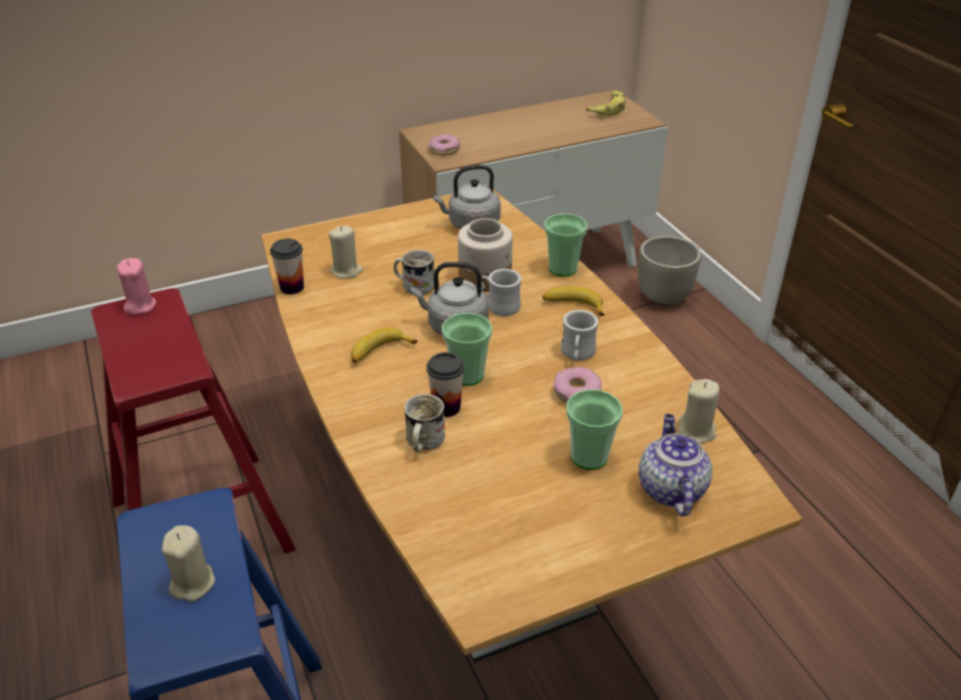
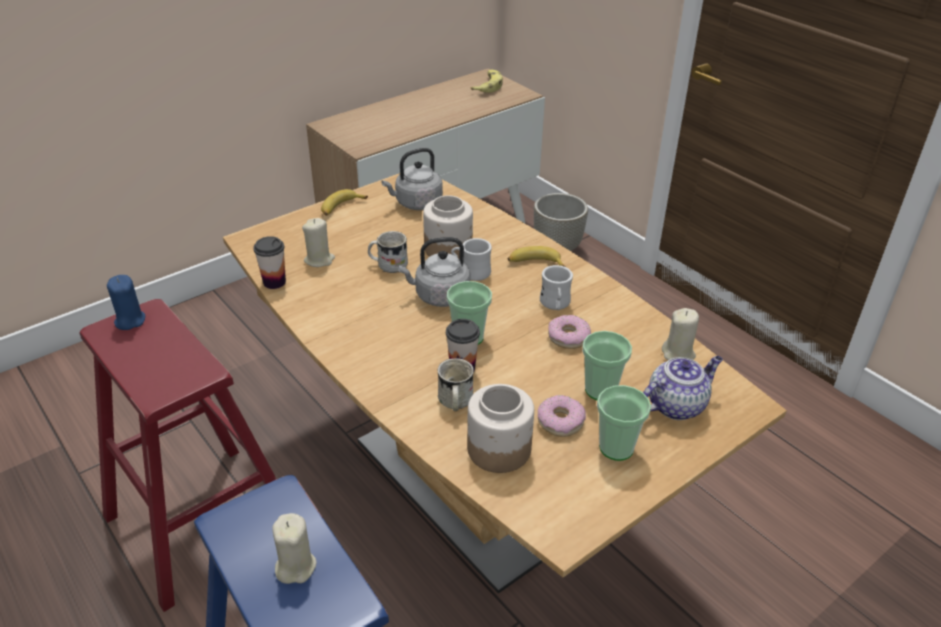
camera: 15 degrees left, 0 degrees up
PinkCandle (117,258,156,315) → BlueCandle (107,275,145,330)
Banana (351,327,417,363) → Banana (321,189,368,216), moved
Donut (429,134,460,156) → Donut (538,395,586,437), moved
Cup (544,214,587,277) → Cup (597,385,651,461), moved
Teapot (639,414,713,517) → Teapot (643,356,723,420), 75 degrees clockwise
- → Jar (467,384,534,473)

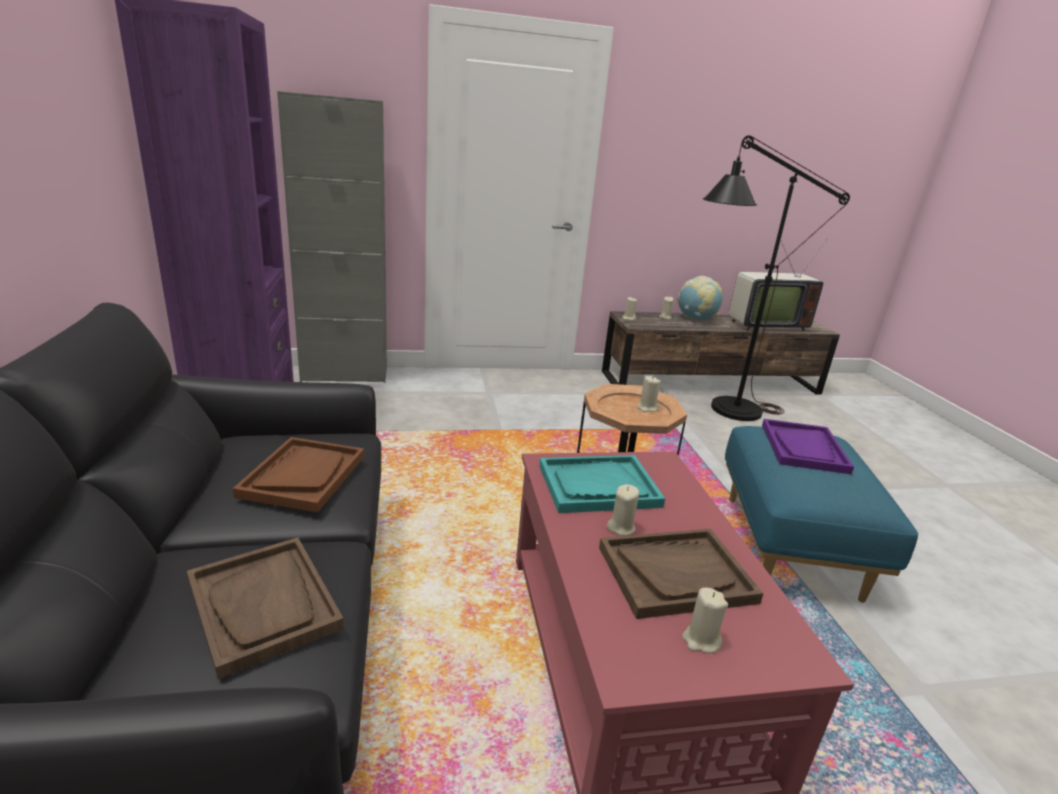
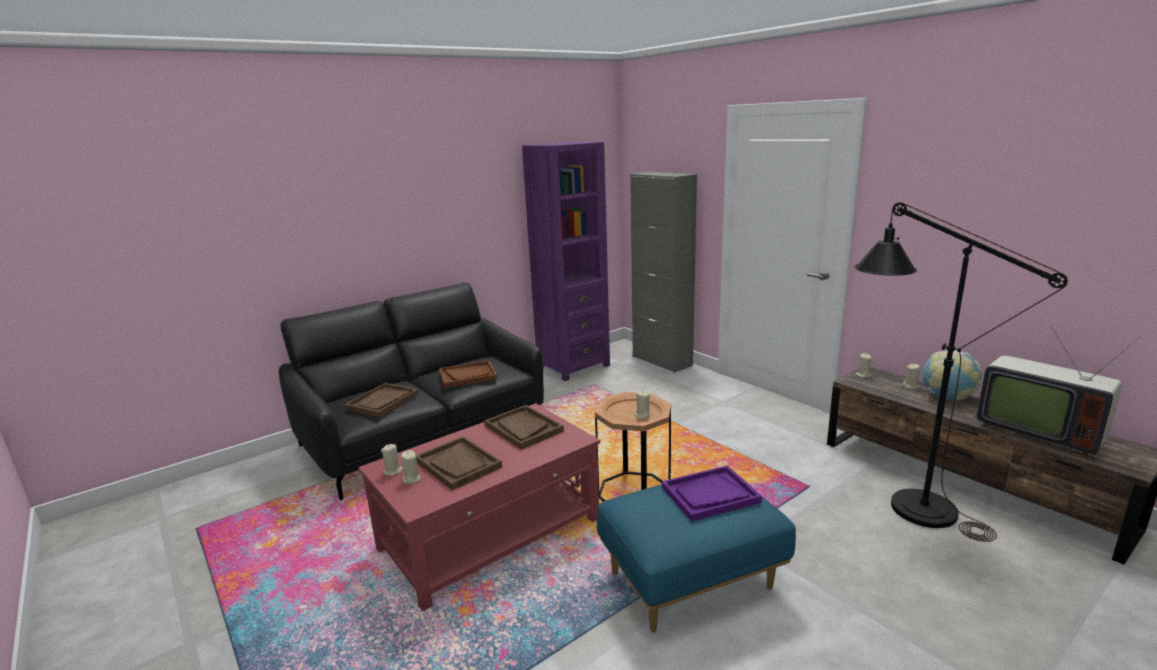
camera: 65 degrees right, 5 degrees down
TurquoiseTray (539,455,665,513) → BrownTray (484,405,564,449)
BeigeCandle (607,484,639,536) → BeigeCandle (381,444,403,476), moved

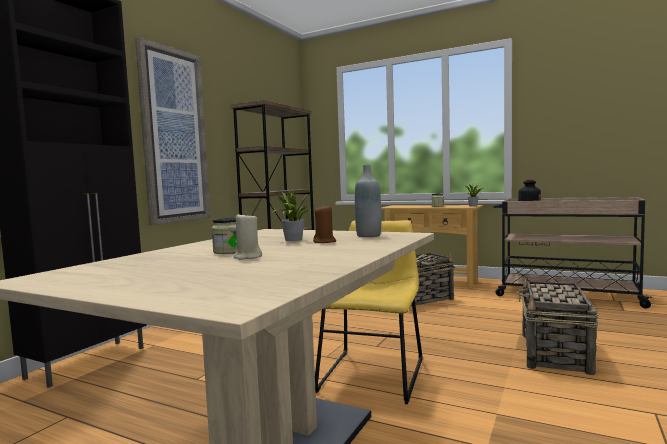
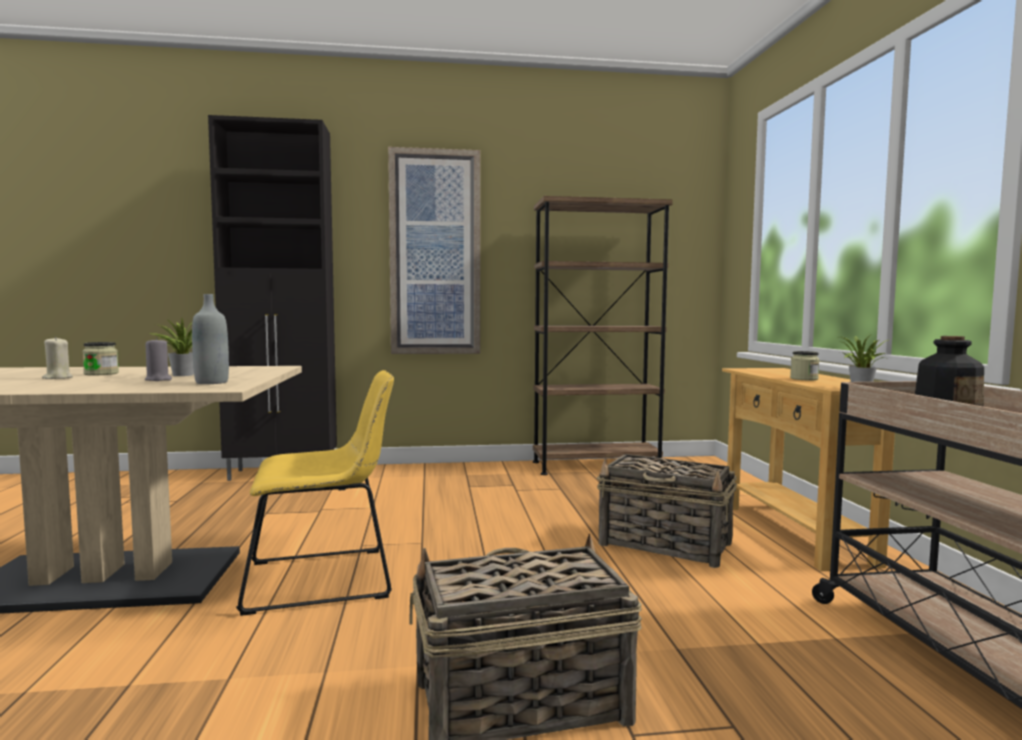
camera: 55 degrees right, 0 degrees up
BrownCandle (313,204,336,243) → GreyCandle (145,337,172,381)

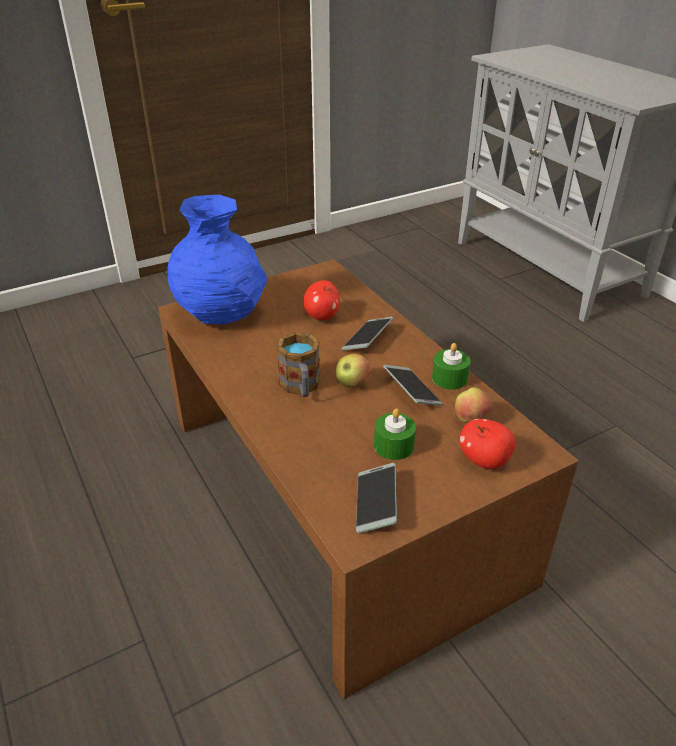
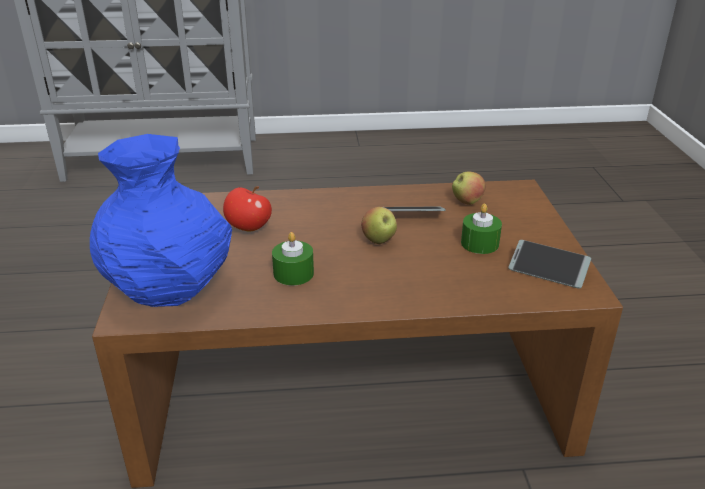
camera: 65 degrees left, 5 degrees down
Mug (277,332,320,397) → -
Phone (342,317,393,350) → -
GreenCandle (432,343,471,390) → GreenCandle (272,232,314,286), moved
Apple (460,419,515,469) → -

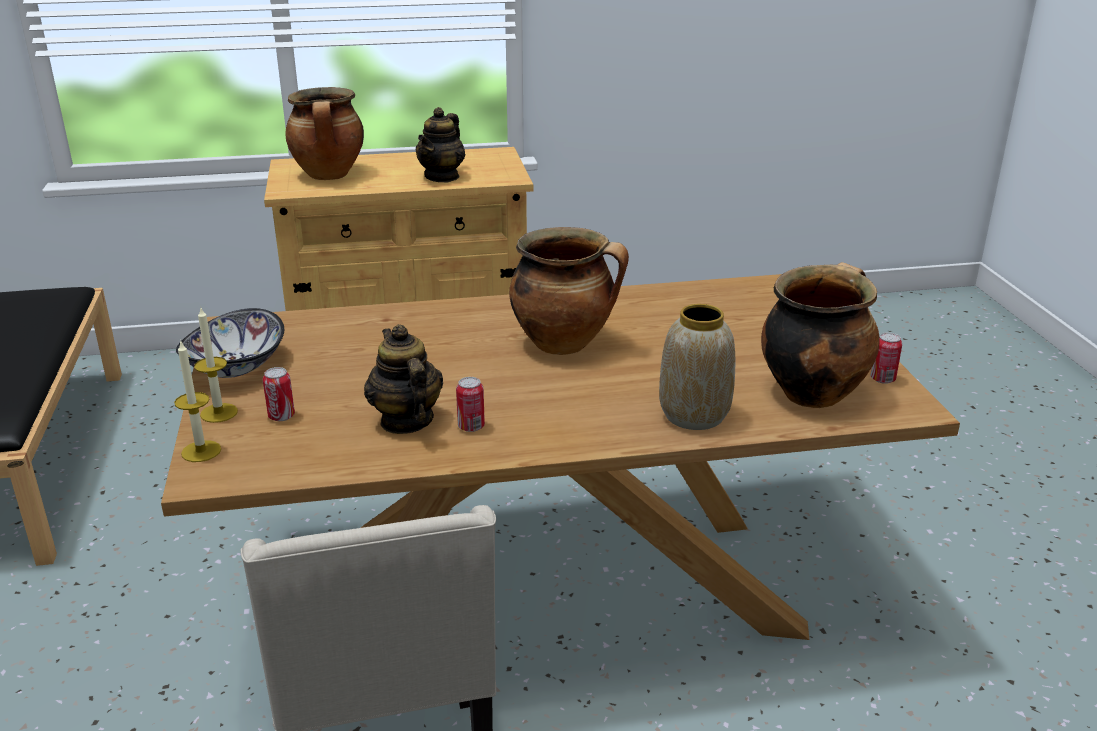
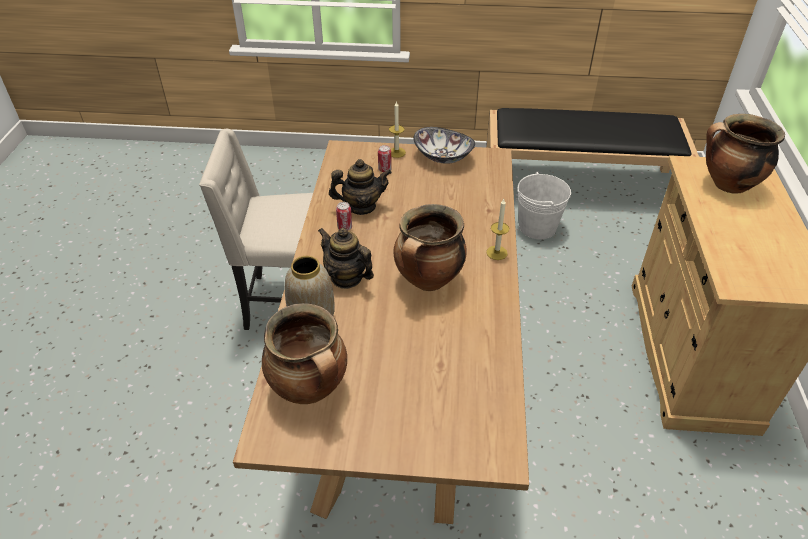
camera: 105 degrees right, 15 degrees up
Candle (174,340,221,462) → Candle (486,199,509,260), moved
Teapot (416,107,465,182) → Teapot (318,228,374,289), moved
Can (871,332,902,384) → -
- → WhiteBucket (517,171,571,239)

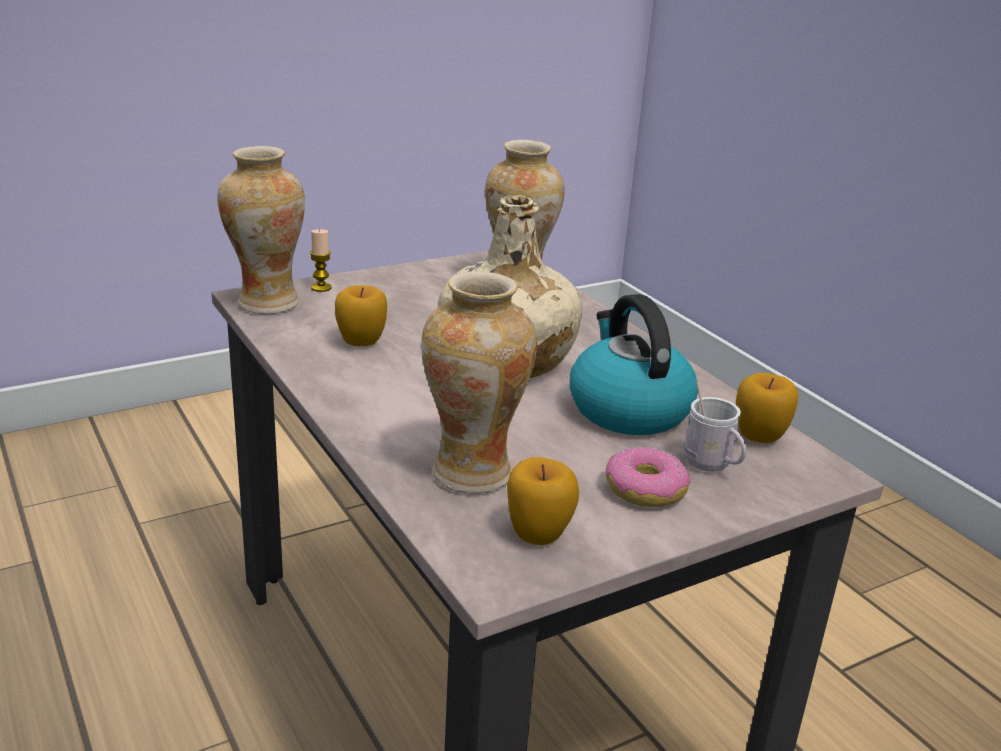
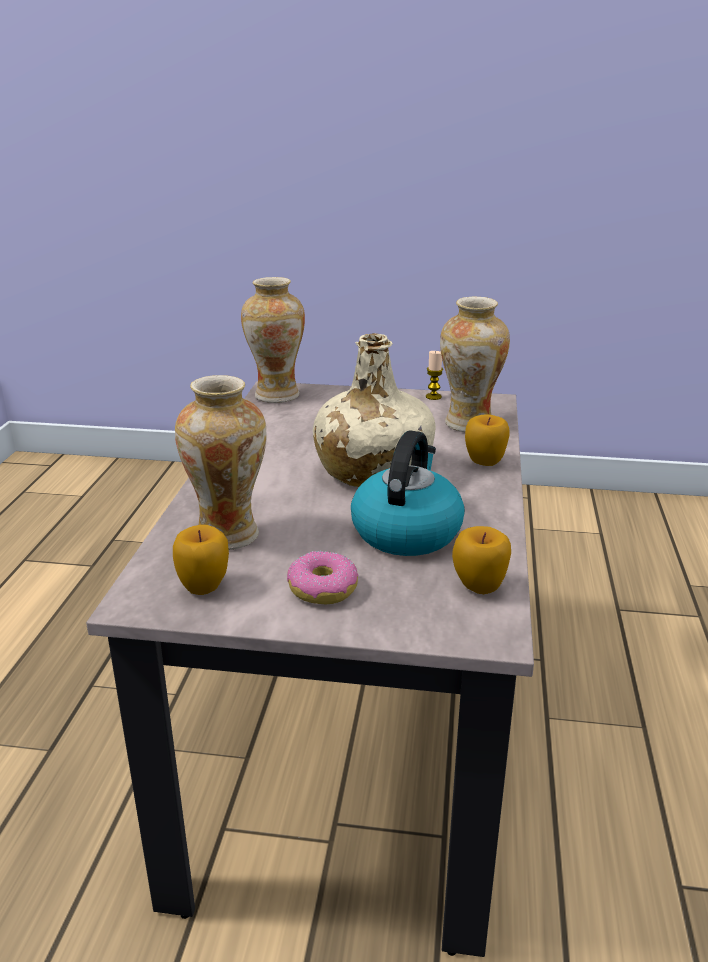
camera: 40 degrees right, 0 degrees up
Candle (310,229,332,292) → Candle (426,351,443,400), moved
Apple (335,285,387,346) → Apple (465,414,509,466), moved
WhiteMug (684,382,746,471) → -

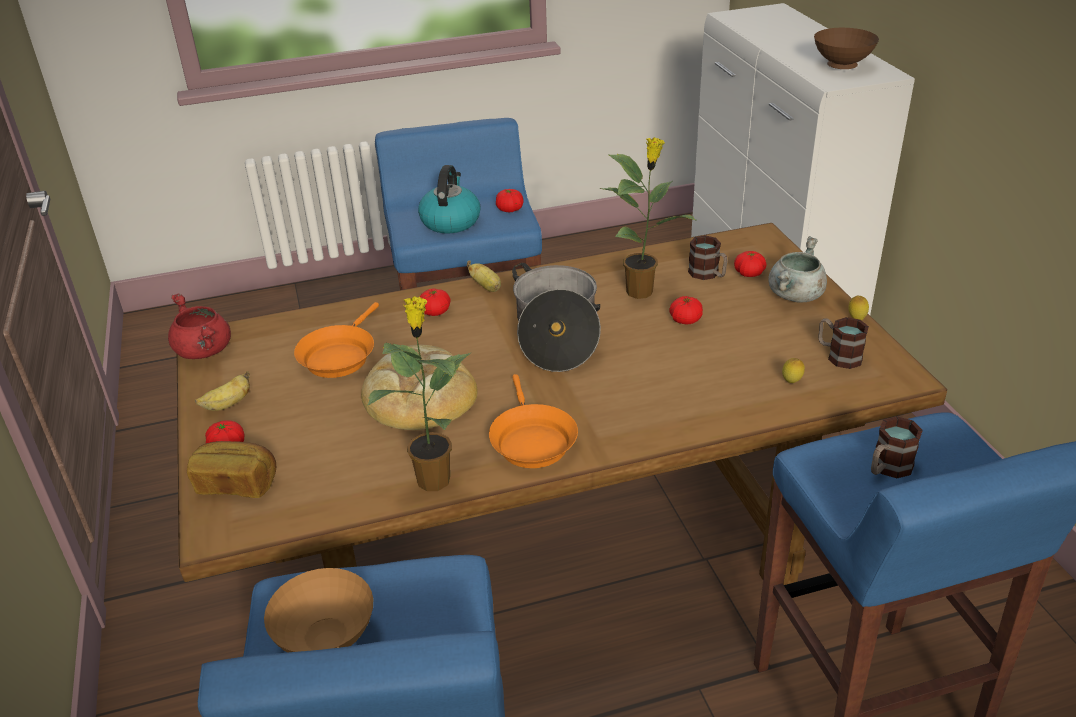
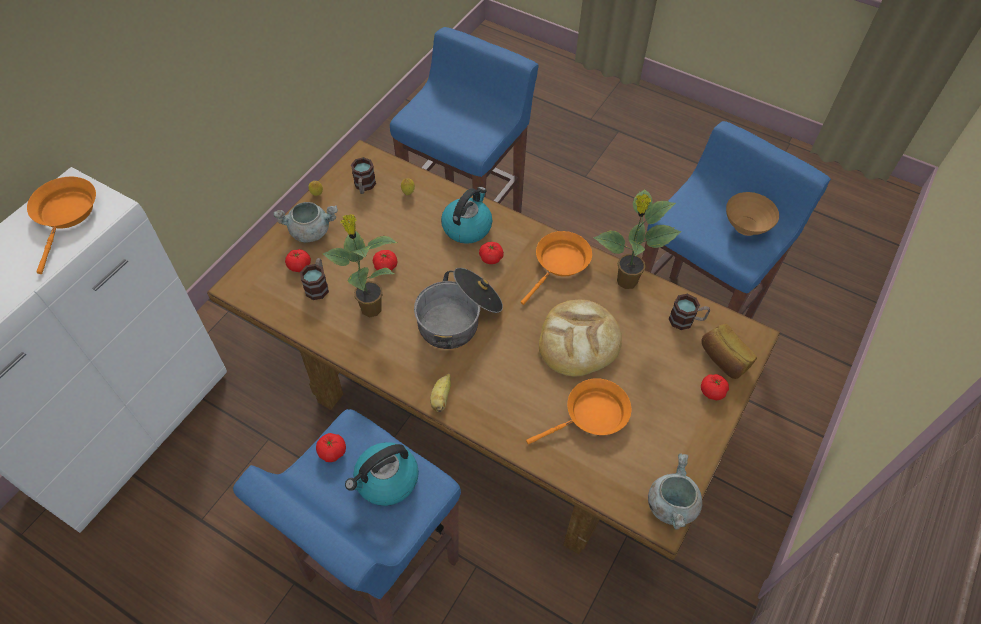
camera: 135 degrees left, 20 degrees up
RedCookingPot (168,293,231,359) → GreyCookingPot (648,453,702,530)
Banana (195,371,250,411) → -
Tomato (420,289,451,316) → Tomato (479,242,504,264), moved
BrownBowl (814,28,879,69) → OrangeFryingPan (27,177,96,274)
Mug (871,416,923,478) → Mug (668,294,710,330), moved
- → Kettle (441,187,493,244)

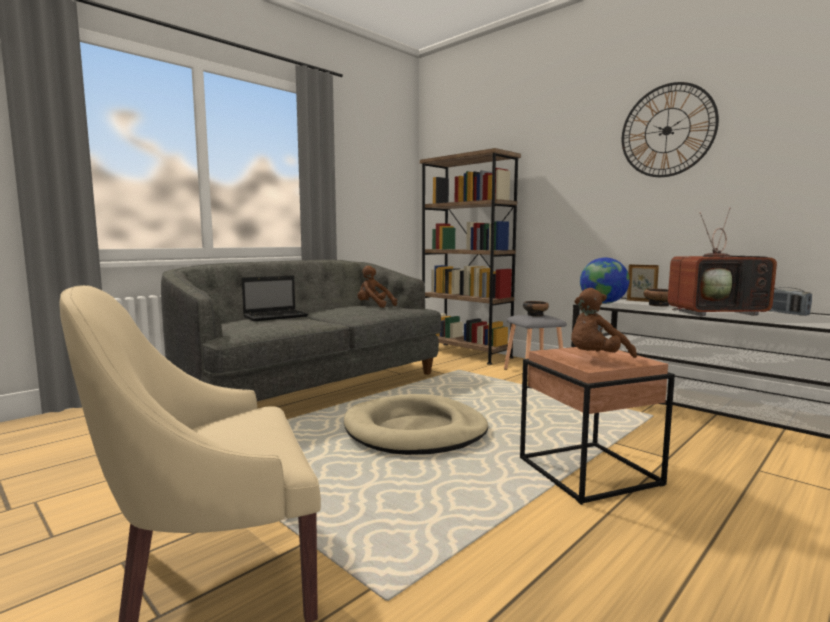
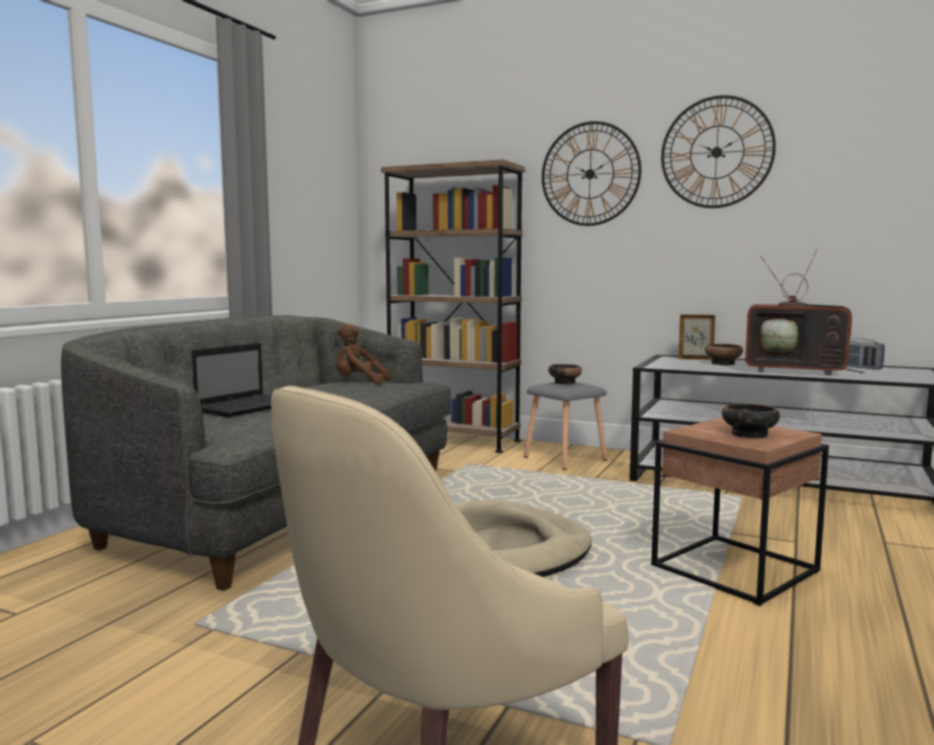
camera: 20 degrees left, 0 degrees up
BrownPlushToy (571,288,637,358) → Bowl (722,404,780,438)
Globe (580,258,629,304) → -
Television (668,207,777,316) → Television (745,249,865,375), 45 degrees clockwise
- → WallClock (542,121,641,226)

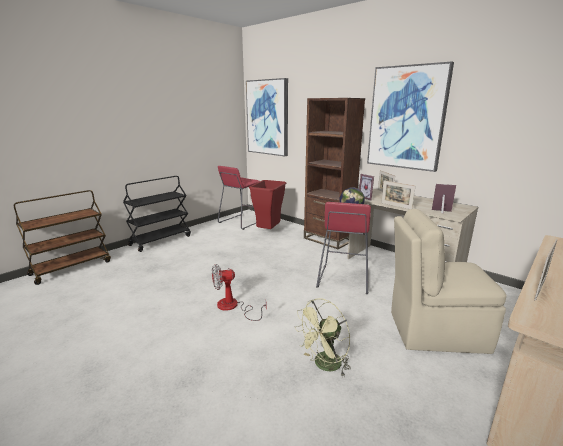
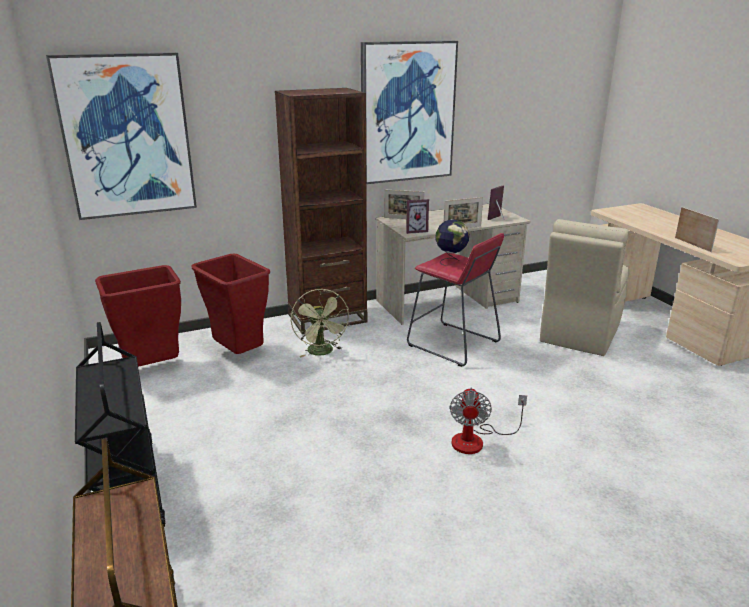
camera: 65 degrees left, 5 degrees up
RedStool (218,166,260,230) → RedTrashCan (95,265,181,367)
GreenFan (295,298,351,377) → GreenFan (291,289,350,357), moved

